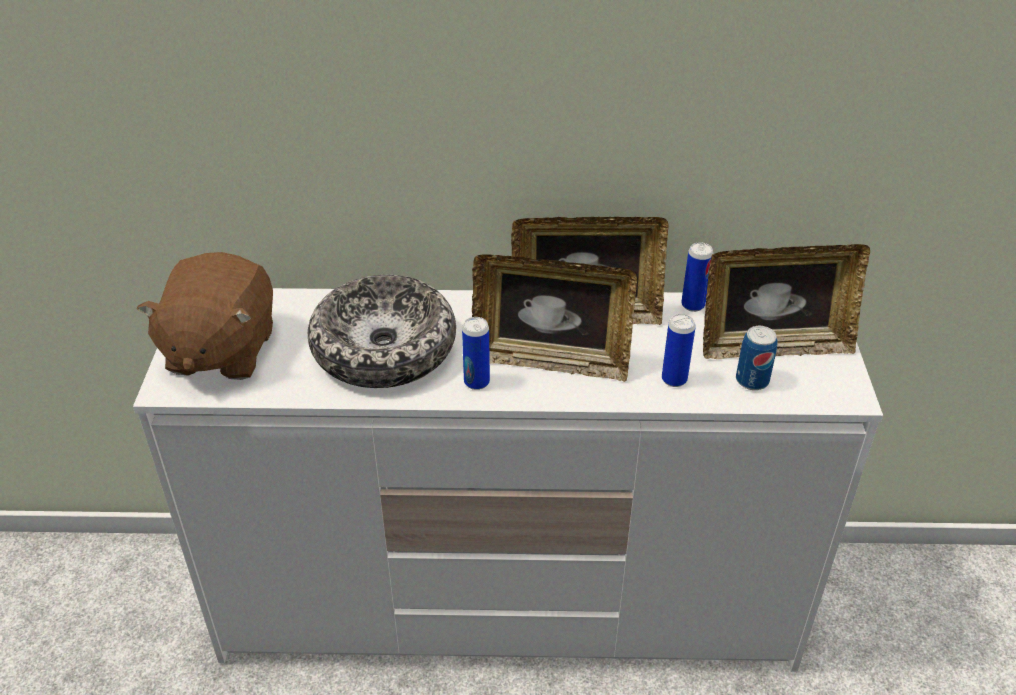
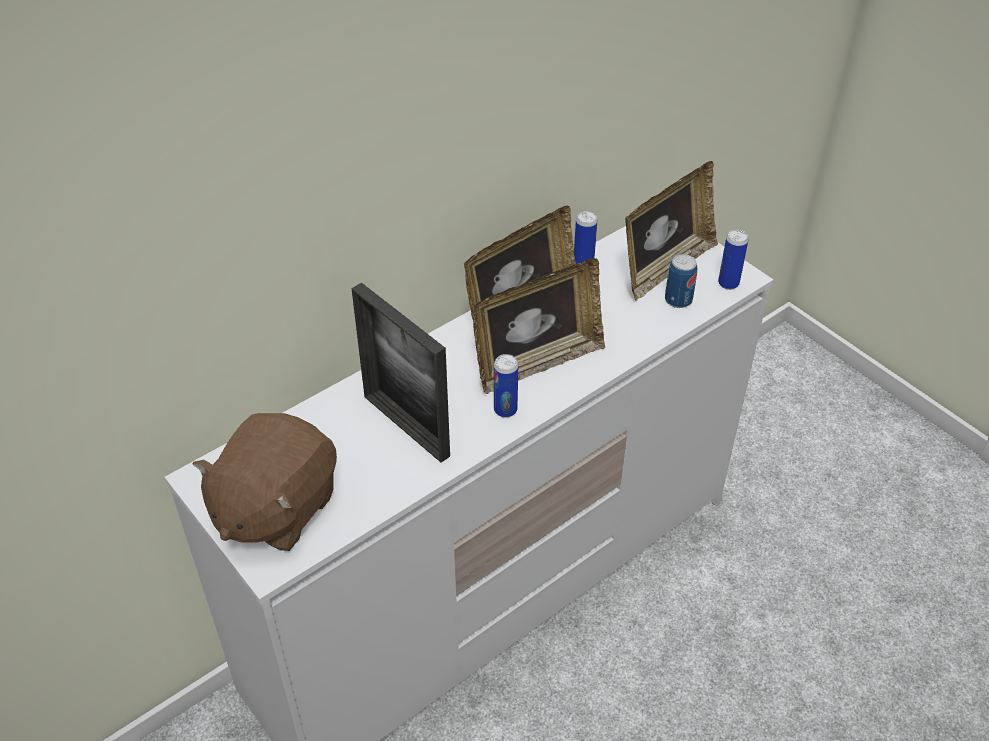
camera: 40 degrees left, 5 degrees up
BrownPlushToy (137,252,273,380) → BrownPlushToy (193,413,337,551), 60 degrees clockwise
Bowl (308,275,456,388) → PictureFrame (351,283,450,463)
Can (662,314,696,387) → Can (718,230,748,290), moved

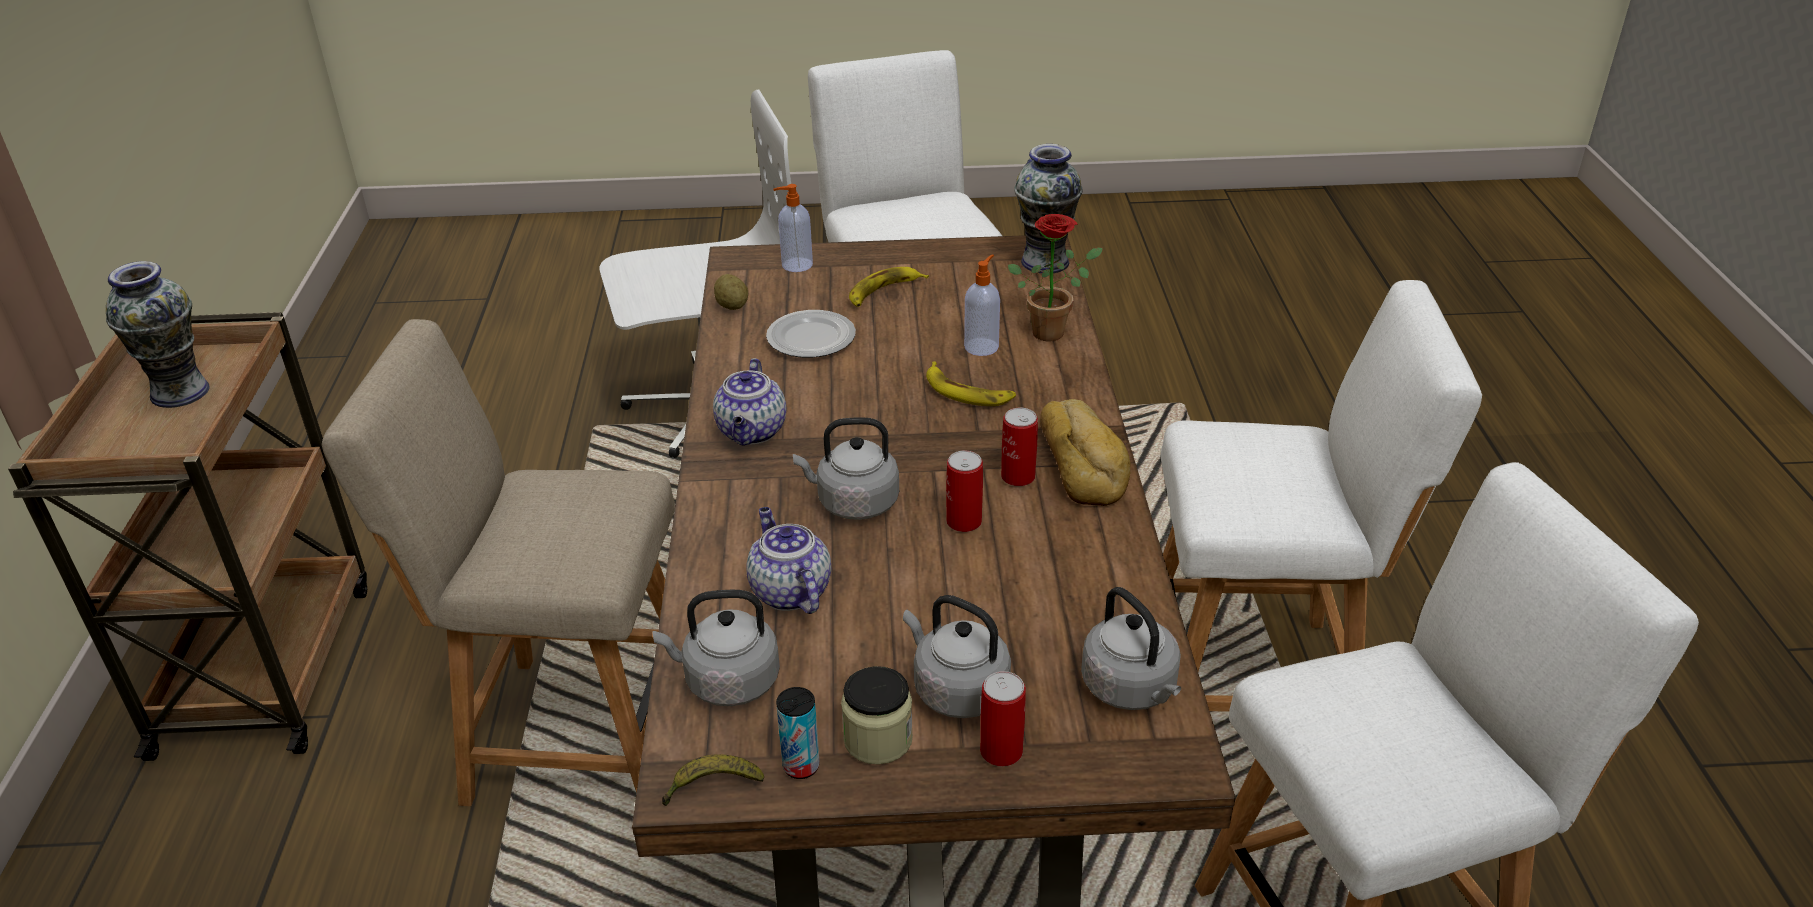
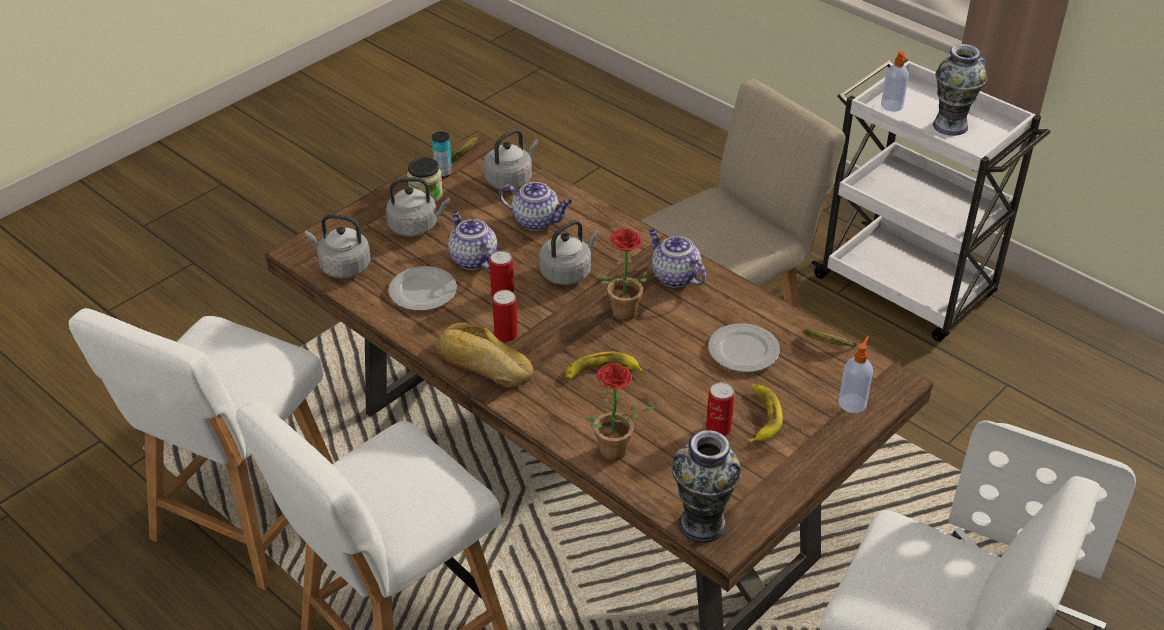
camera: 135 degrees right, 5 degrees up
BrownCart (8,312,367,761) → WhiteCart (811,59,1051,342)
Potato (714,274,748,310) → Banana (803,329,857,347)
SoapDispenser (964,255,1000,356) → SoapDispenser (881,51,909,112), moved
Can (980,671,1026,766) → Can (706,382,734,436), moved
- → Plate (388,266,457,311)
- → Teapot (448,211,497,270)
- → PottedPlant (599,229,663,321)

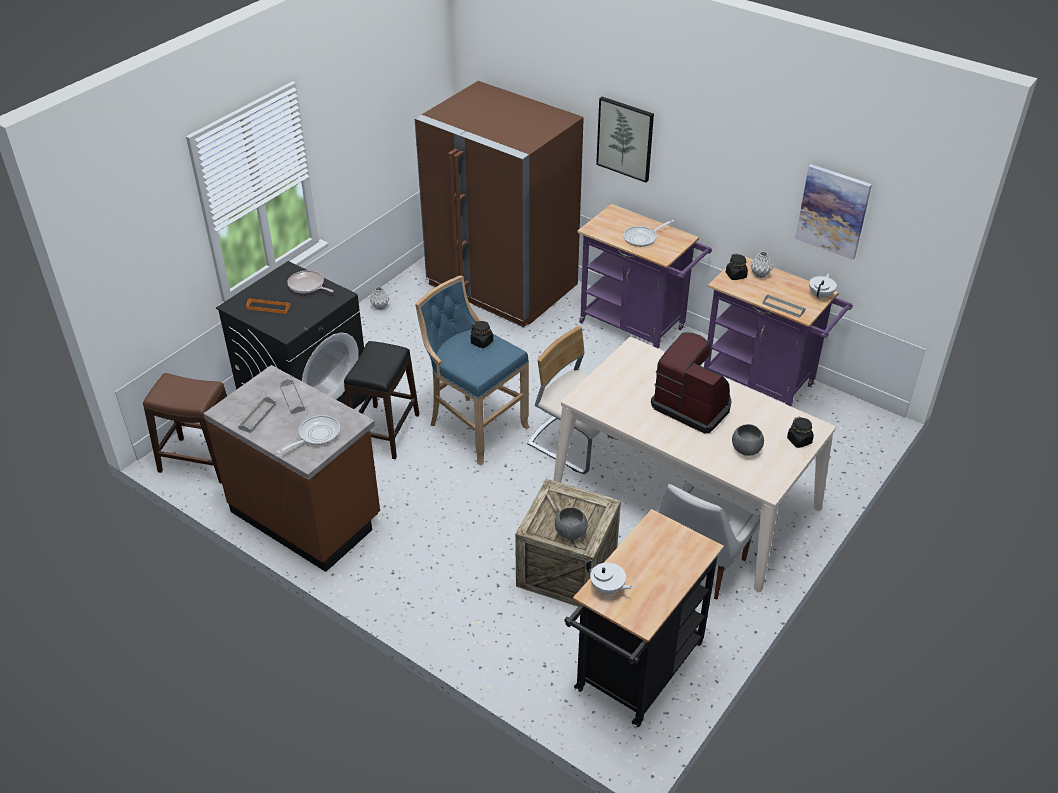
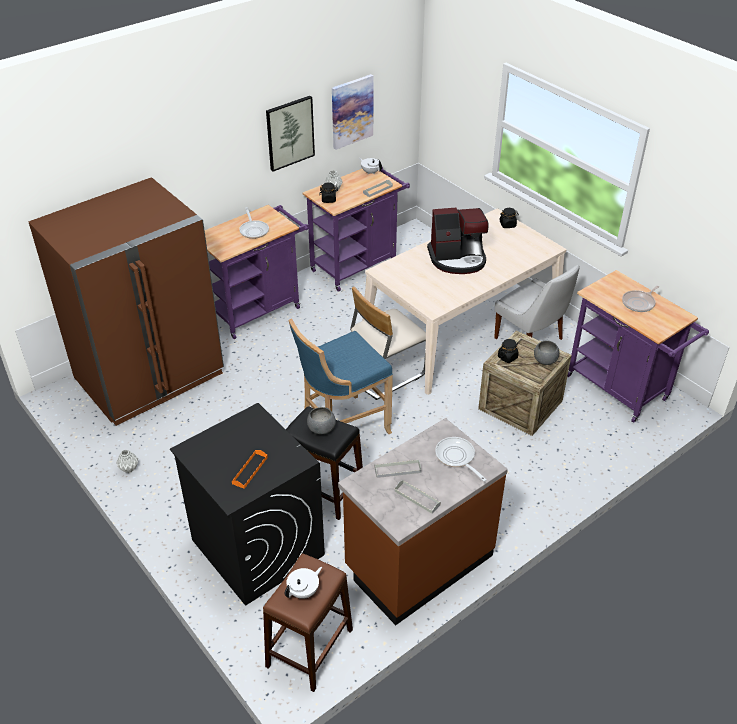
camera: 75 degrees left, 0 degrees up
FryingPan (287,270,334,294) → FryingPan (622,286,659,312), moved
BlackJar (471,321,493,348) → BlackJar (498,339,519,363), moved
BlackCart (564,509,724,727) → PurpleCart (567,270,709,423)
WhiteTeapot (586,560,633,595) → WhiteTeapot (285,567,322,599), moved
Picture (596,97,654,183) → Picture (266,96,315,172), moved
CoffeeMachine (651,332,732,433) → CoffeeMachine (427,208,489,274), 150 degrees counterclockwise
GreyBowl (732,424,764,456) → GreyBowl (307,407,336,434), moved

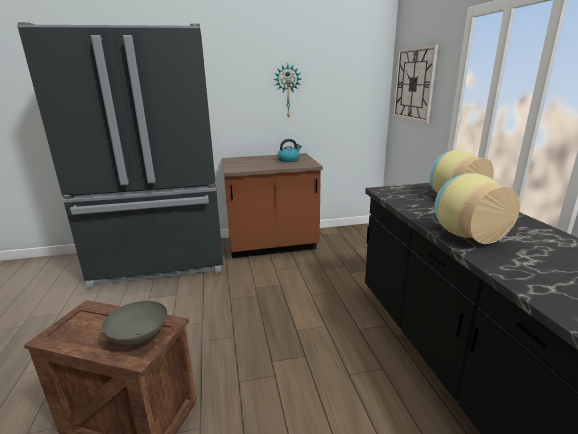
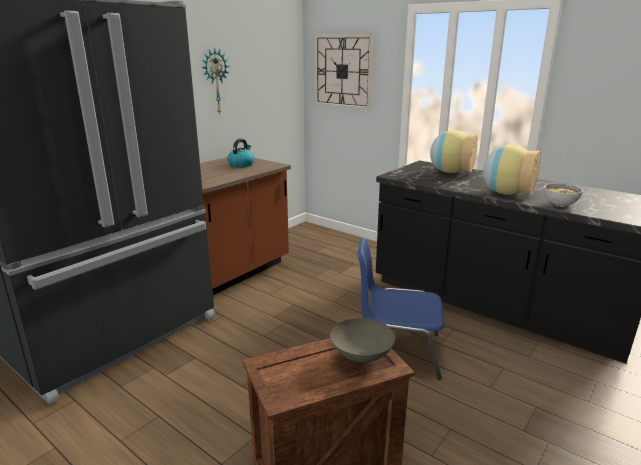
camera: 40 degrees left, 0 degrees up
- → BlueChair (357,238,445,380)
- → Bowl (544,184,583,207)

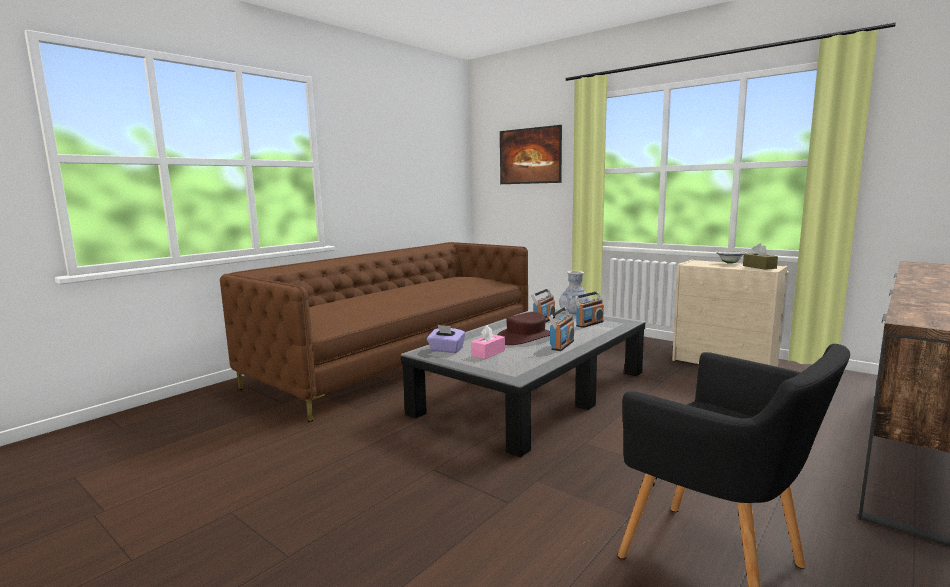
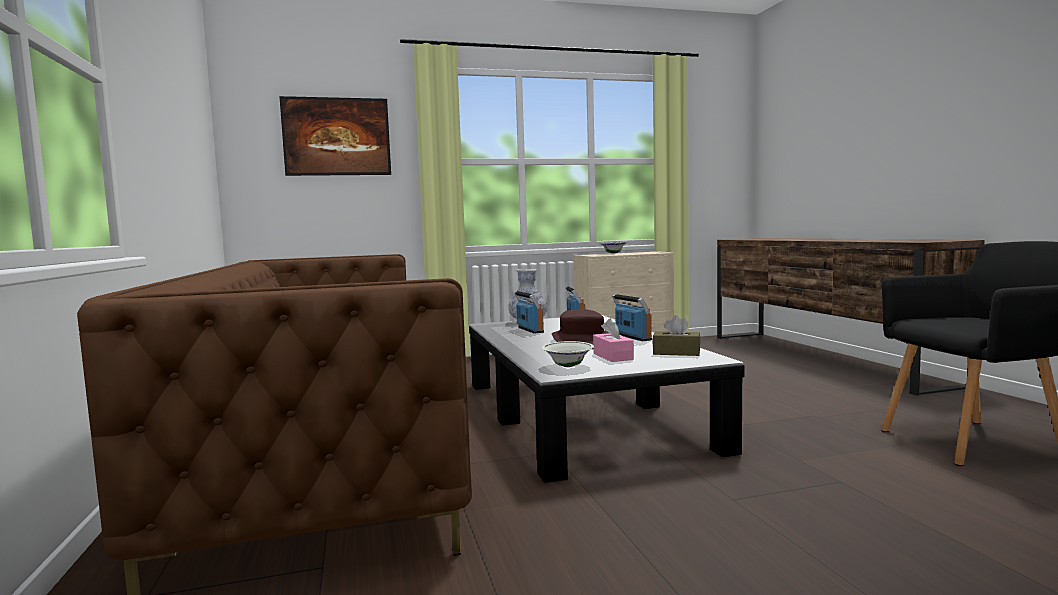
camera: 55 degrees left, 5 degrees down
PurpleTissueBox (427,325,465,353) → WhiteBowl (542,341,594,367)
BrownTissueBox (743,243,778,270) → BrownTissueBox (652,315,701,356), moved

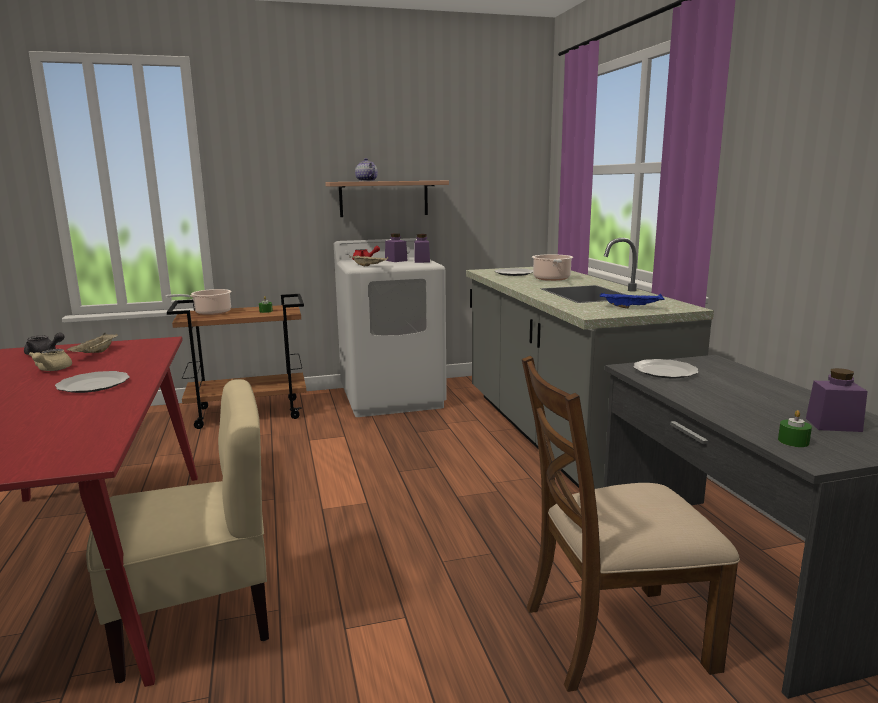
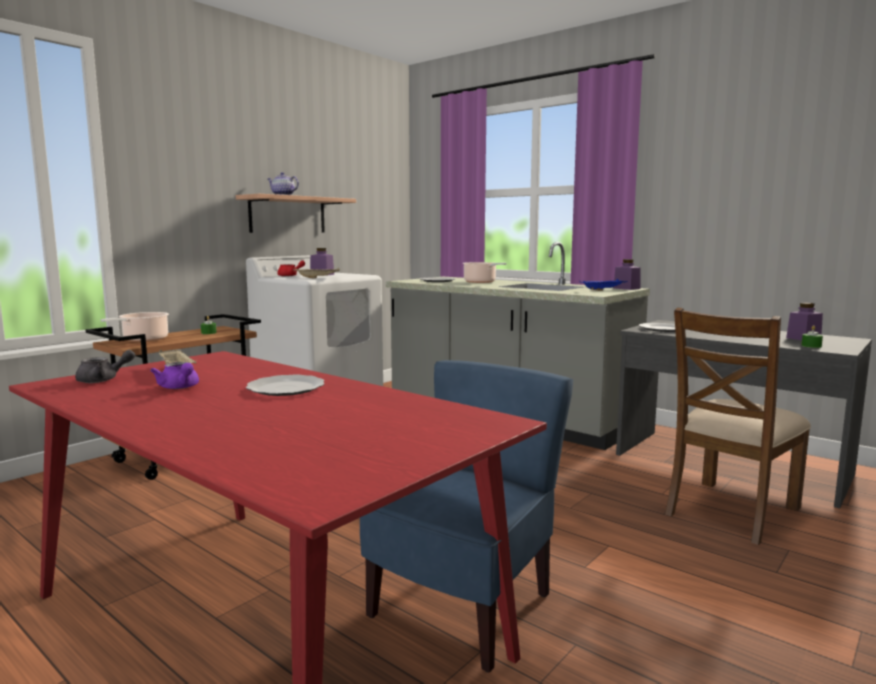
camera: 35 degrees left, 5 degrees down
BeigeTeapot (28,349,72,371) → PurpleTeapot (150,362,199,389)
BeigeChair (86,379,269,683) → BlueChair (360,360,573,673)
PurpleJar (414,234,430,263) → PurpleJar (613,259,641,290), moved

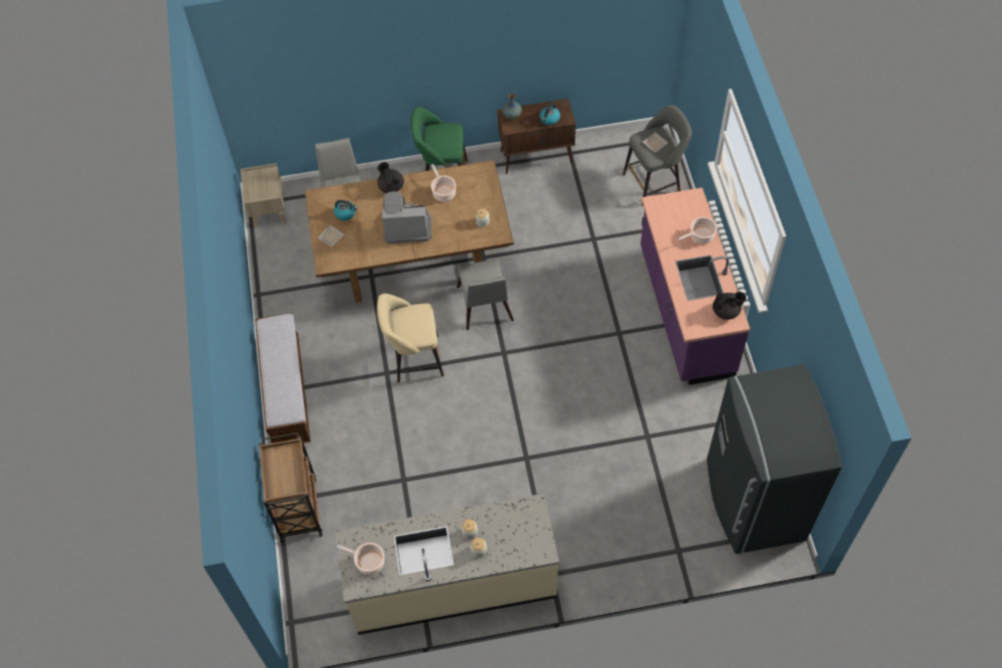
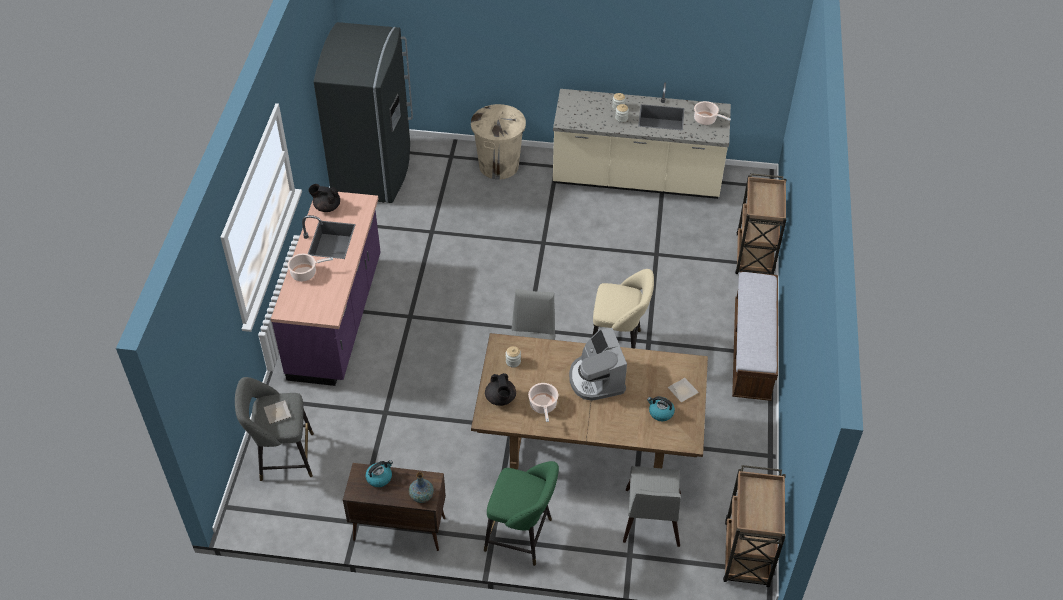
camera: 165 degrees left, 10 degrees down
BeigeNightstand (240,163,286,228) → BrownCart (723,465,786,587)
BlackTeapot (377,162,404,193) → BlackTeapot (485,373,516,406), moved
CoffeeMachine (382,191,432,244) → CoffeeMachine (569,328,627,401), 60 degrees clockwise
- → BeigeTrashCan (471,104,526,180)

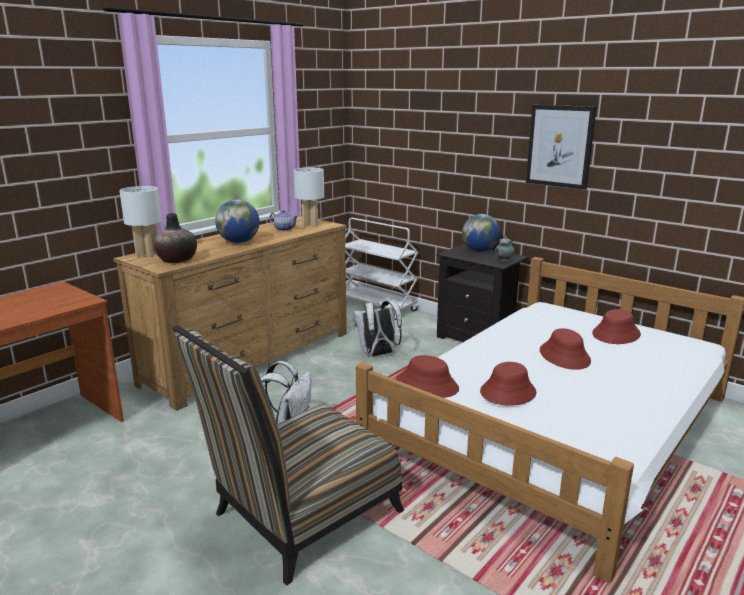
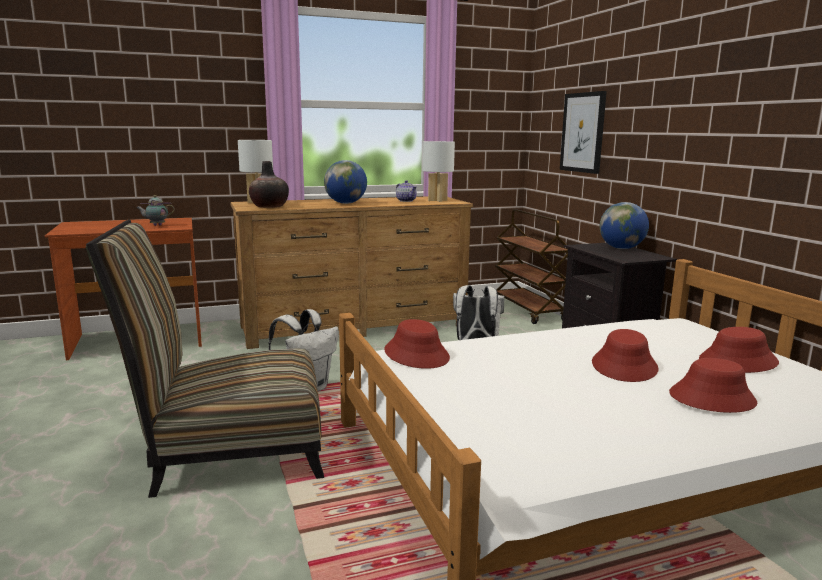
camera: 30 degrees right, 5 degrees down
WhiteCart (345,218,418,320) → BrownCart (495,209,568,324)
RedHat (480,362,536,406) → RedHat (669,358,757,413), moved
Teapot (495,236,514,263) → Teapot (136,195,175,226), moved
Picture (526,105,596,190) → Picture (560,91,607,174), moved

